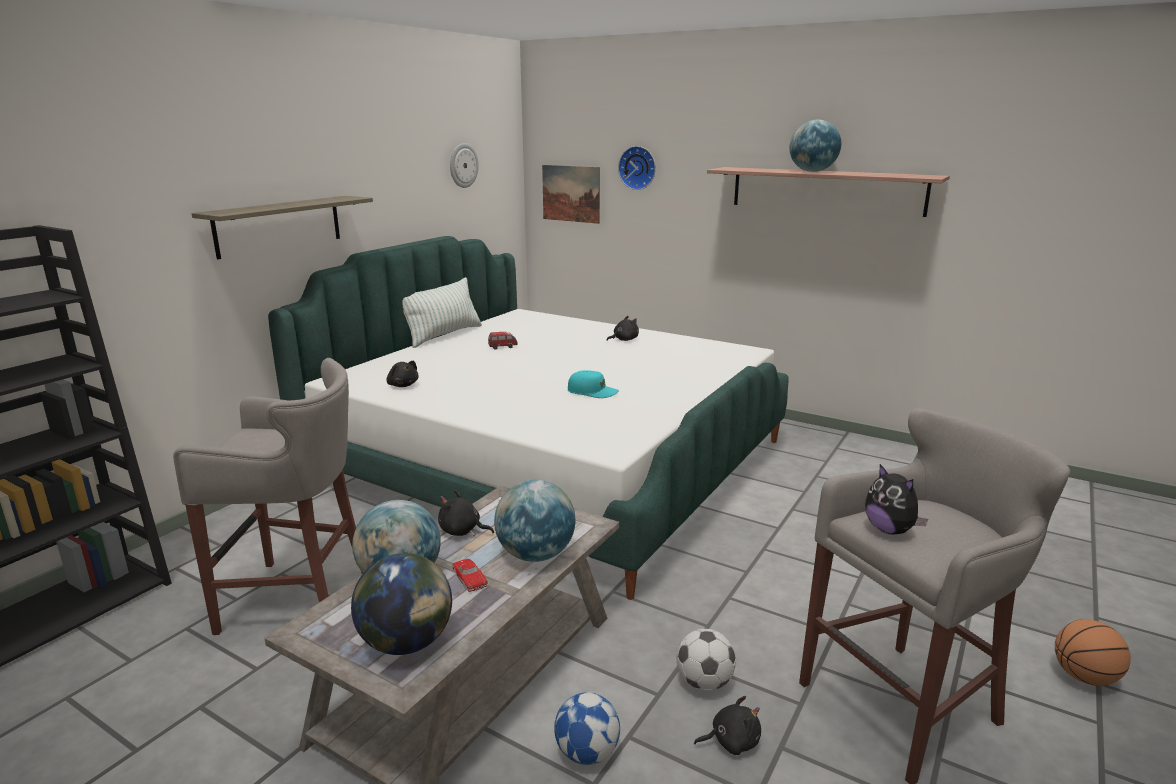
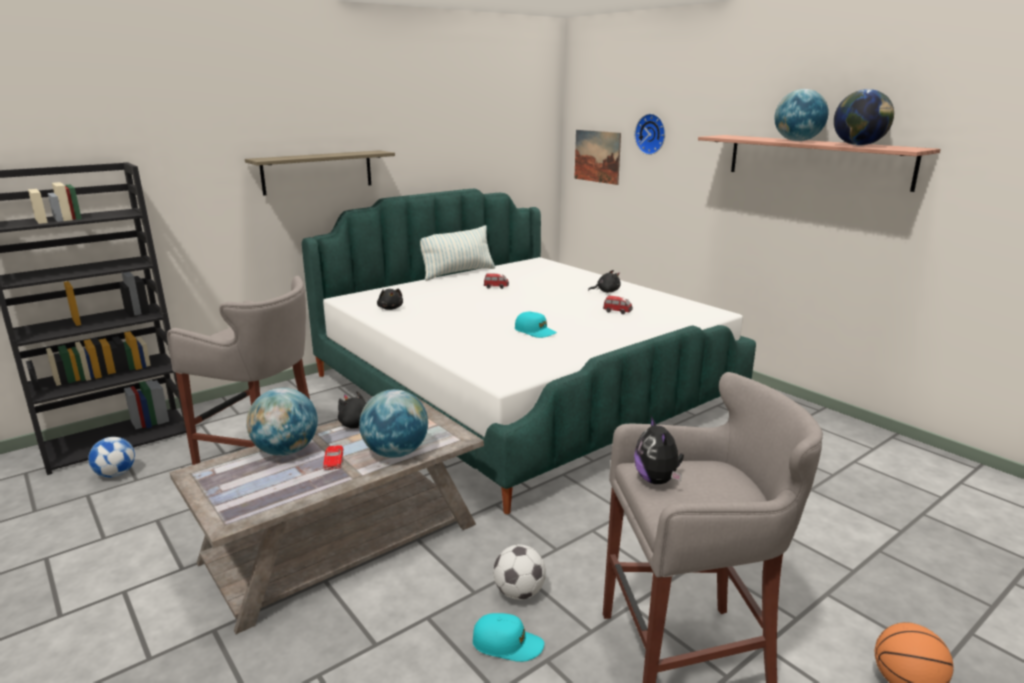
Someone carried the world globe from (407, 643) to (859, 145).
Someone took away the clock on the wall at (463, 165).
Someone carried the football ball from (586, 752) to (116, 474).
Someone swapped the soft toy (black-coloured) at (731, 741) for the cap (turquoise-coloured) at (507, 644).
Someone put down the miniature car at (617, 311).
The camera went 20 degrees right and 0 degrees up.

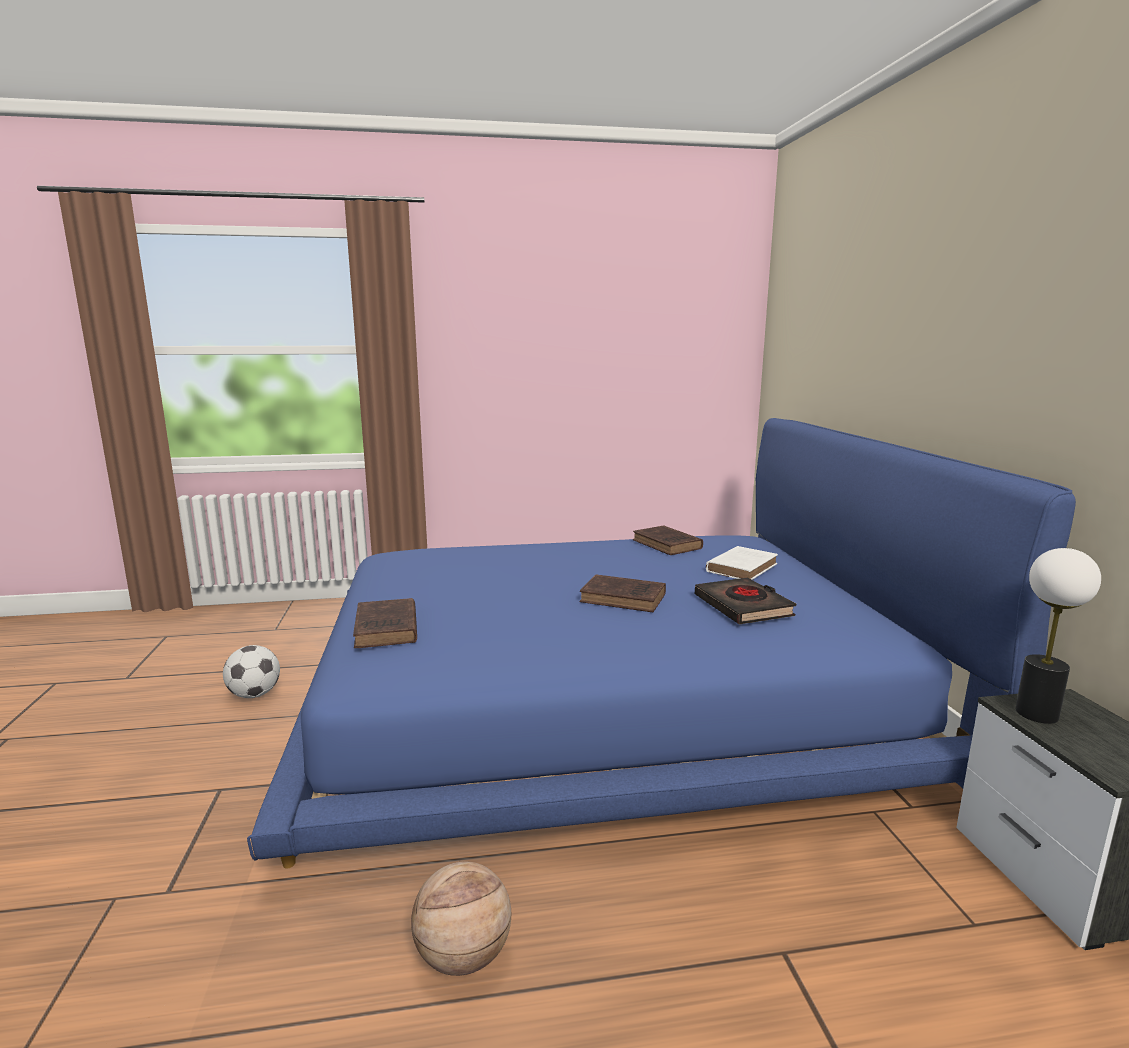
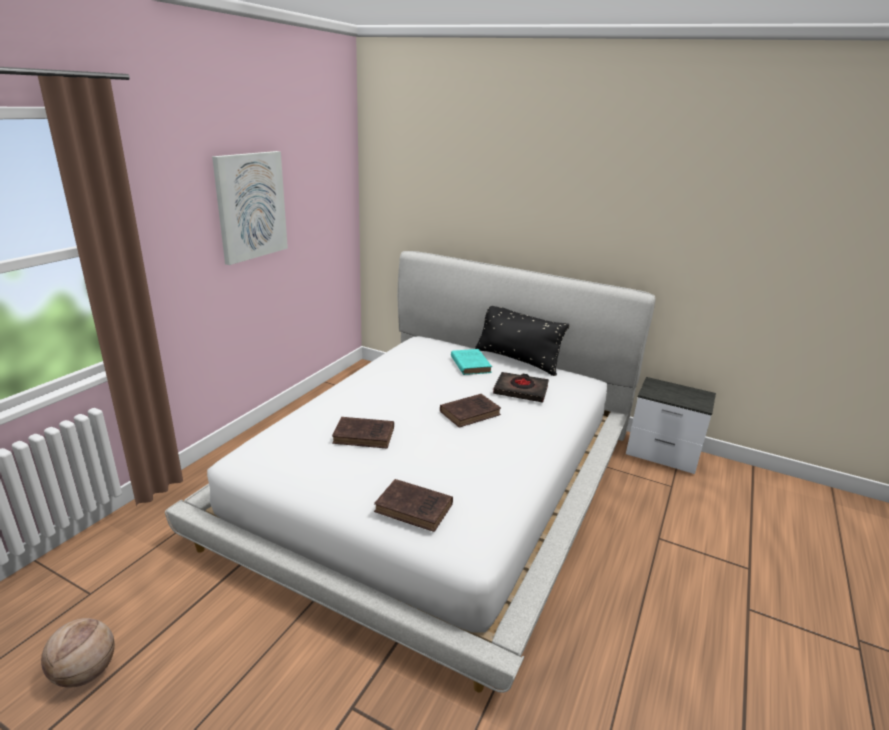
Someone took away the football ball at (254, 694).
Someone repainted the bed (blue-coloured) at (610, 699), which became the bed (white) at (439, 479).
Someone carried the basketball ball from (464, 956) to (86, 672).
Someone carried the book (brown-coloured) from (668, 545) to (365, 436).
Someone repainted the book (white) at (742, 567), which became the book (turquoise-coloured) at (470, 364).
Someone took away the lamp for a table at (1036, 714).
Someone put up the wall art at (251, 206).
Someone put down the pillow (black-coloured) at (517, 360).
The camera went 55 degrees left and 10 degrees up.

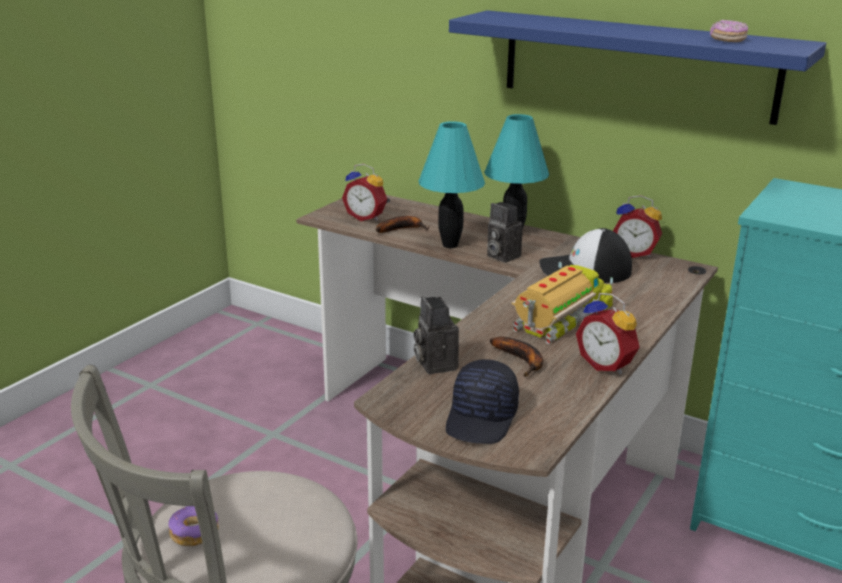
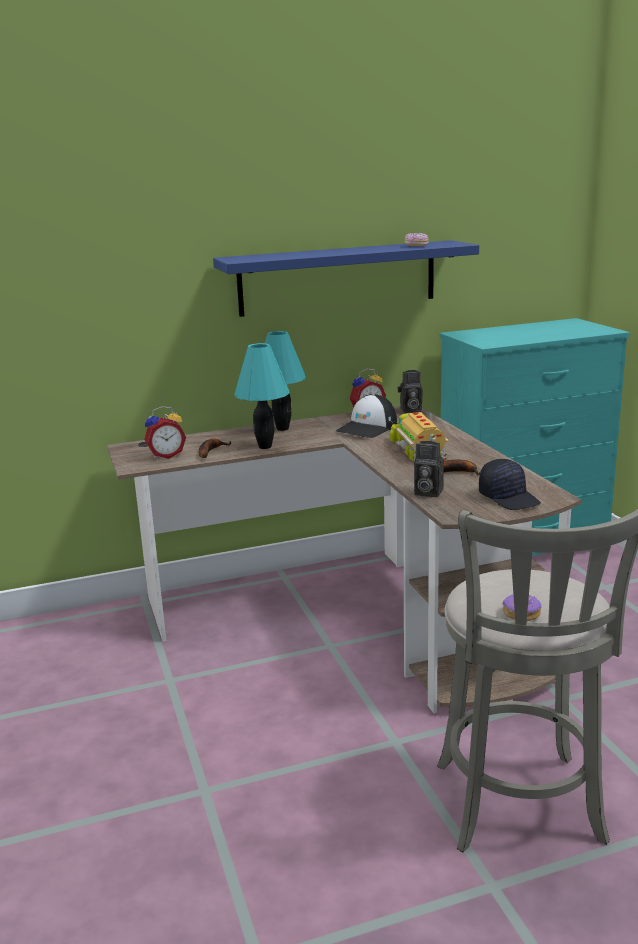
Someone carried the photo camera from (501, 256) to (410, 410).
Someone took away the alarm clock at (607, 365).
The camera went 50 degrees left and 5 degrees down.

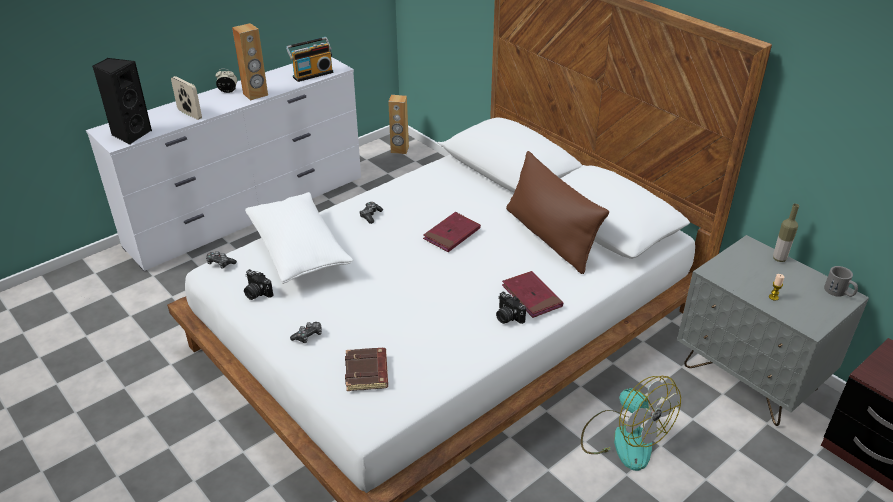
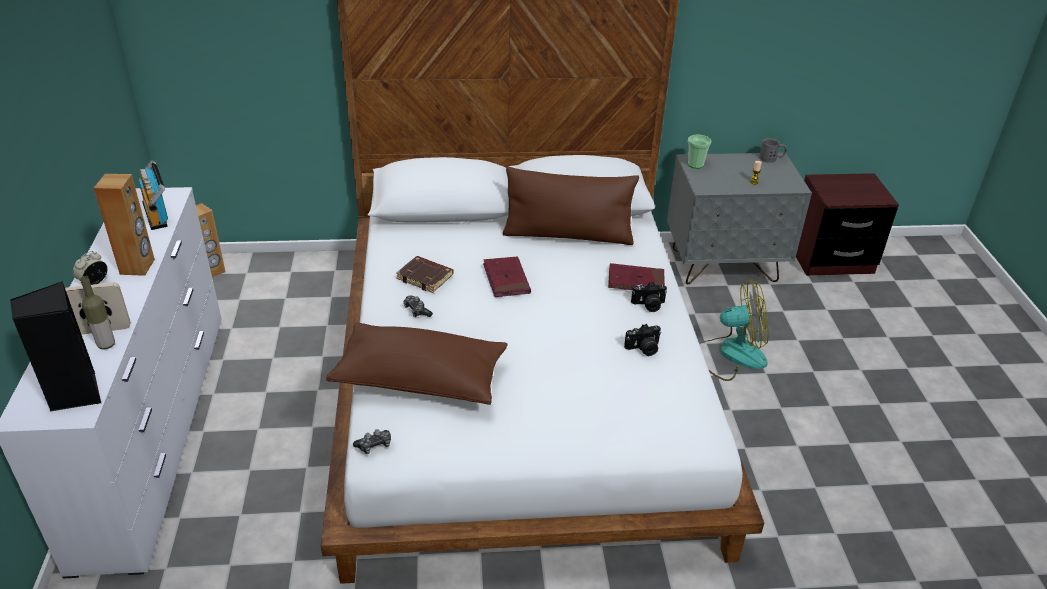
Someone carried the photo camera from (256, 293) to (643, 349).
Someone repainted the pillow (white) at (299, 250), which became the pillow (brown-coloured) at (420, 379).
Someone rotated the radio set at (312, 74) by 150 degrees clockwise.
Someone took away the gamepad at (308, 336).
Someone carried the book (brown-coloured) from (367, 373) to (426, 277).
Someone carried the bottle from (779, 258) to (106, 345).
Someone put down the drinking cup at (695, 164).
The camera went 55 degrees left and 0 degrees up.

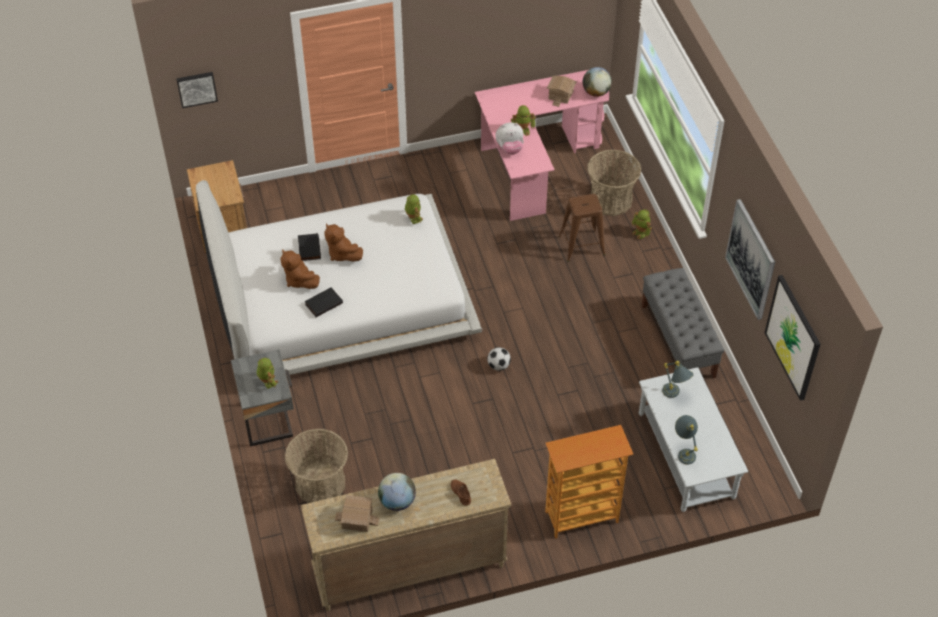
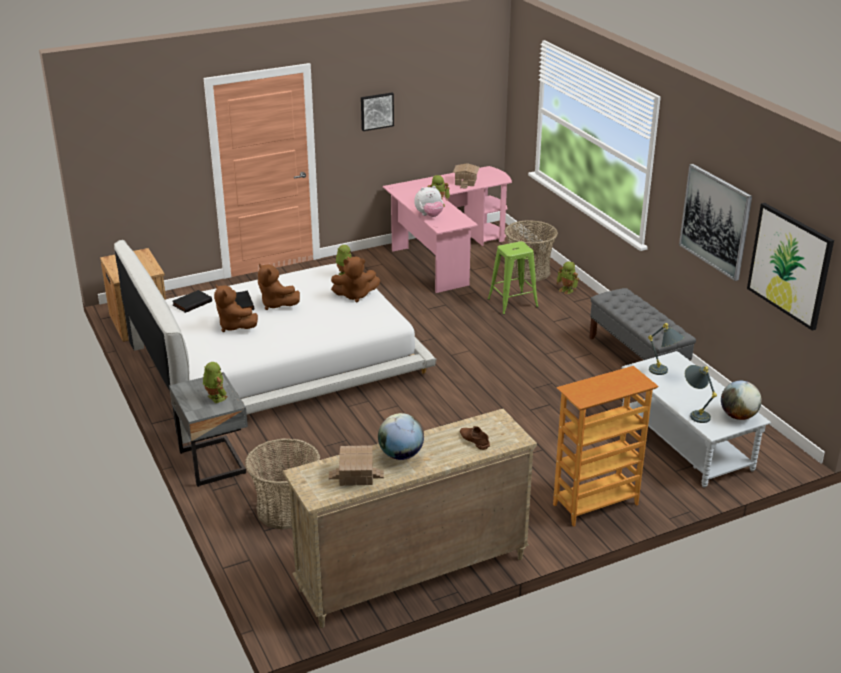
Someone carried the wall art from (196, 88) to (376, 111).
Someone carried the book (black-coloured) from (323, 303) to (192, 303).
Someone took away the football ball at (498, 366).
Someone repainted the sitting stool (brown-coloured) at (582, 245), which became the sitting stool (green-coloured) at (513, 303).
Someone carried the world globe from (596, 92) to (738, 416).
Someone put down the soft toy (brown-coloured) at (355, 295).
The camera went 10 degrees left and 20 degrees down.

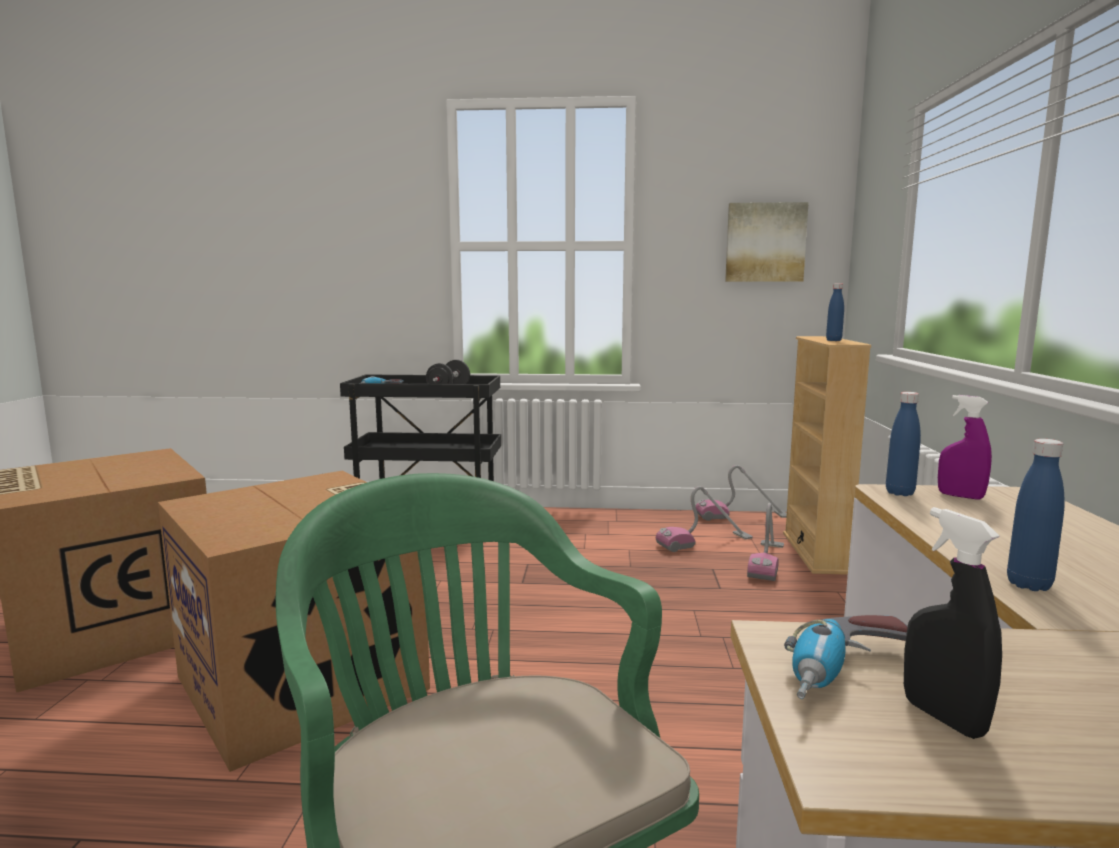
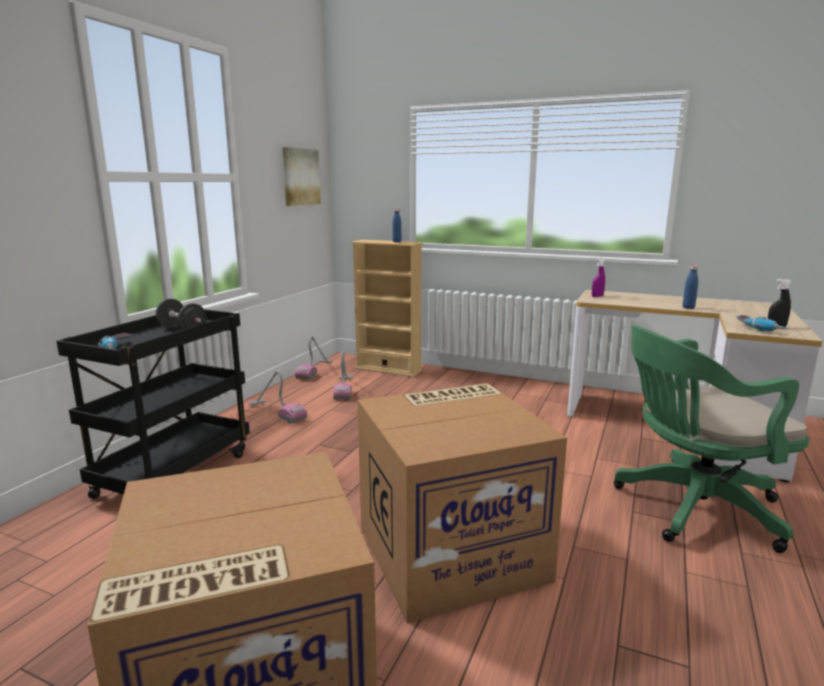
Someone carried the hoover from (767, 561) to (276, 411).
Someone took away the bottle (blue-coloured) at (899, 493).
The camera went 70 degrees left and 5 degrees up.

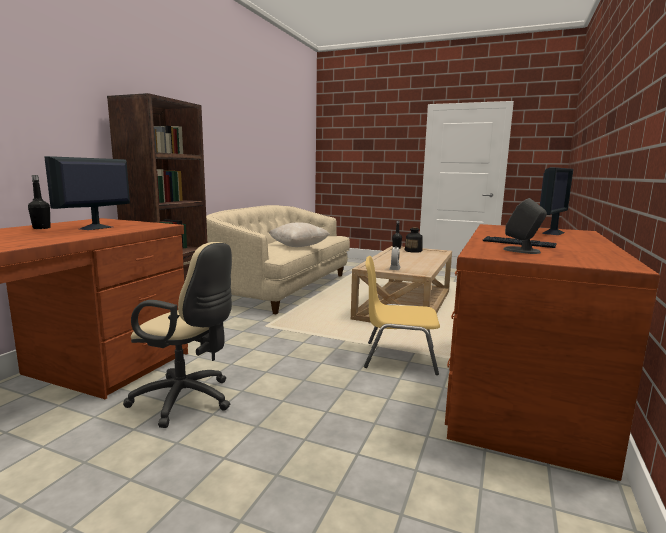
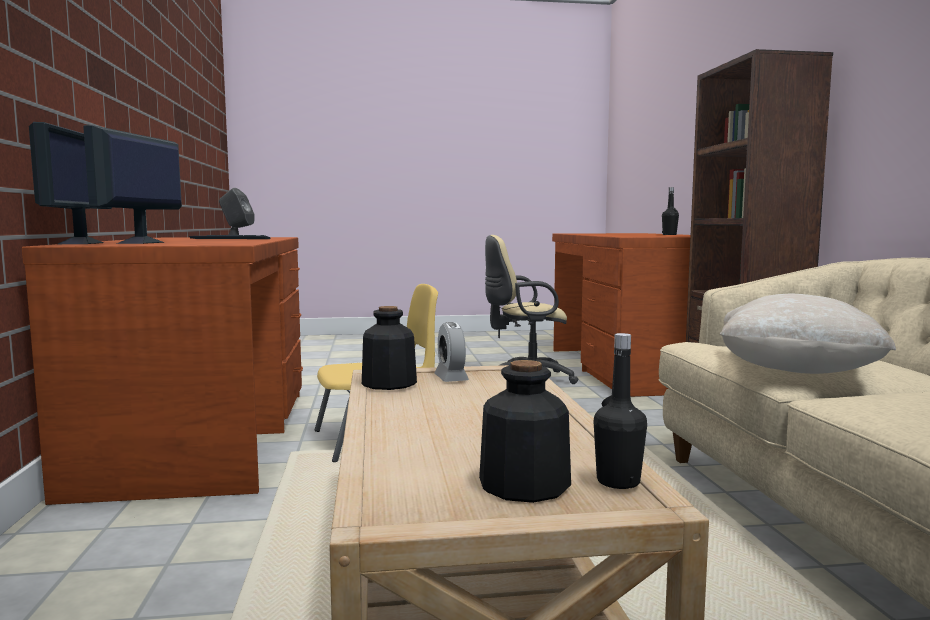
Someone carried the computer display from (95, 228) to (81, 243).
Someone put down the bottle at (388, 383).
The camera went 150 degrees right and 5 degrees down.

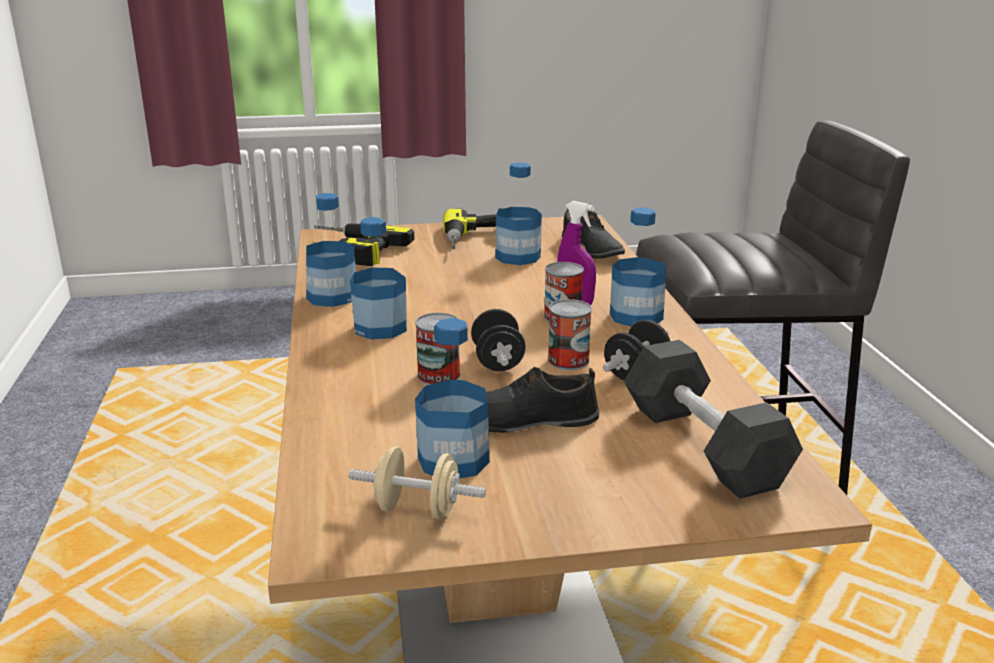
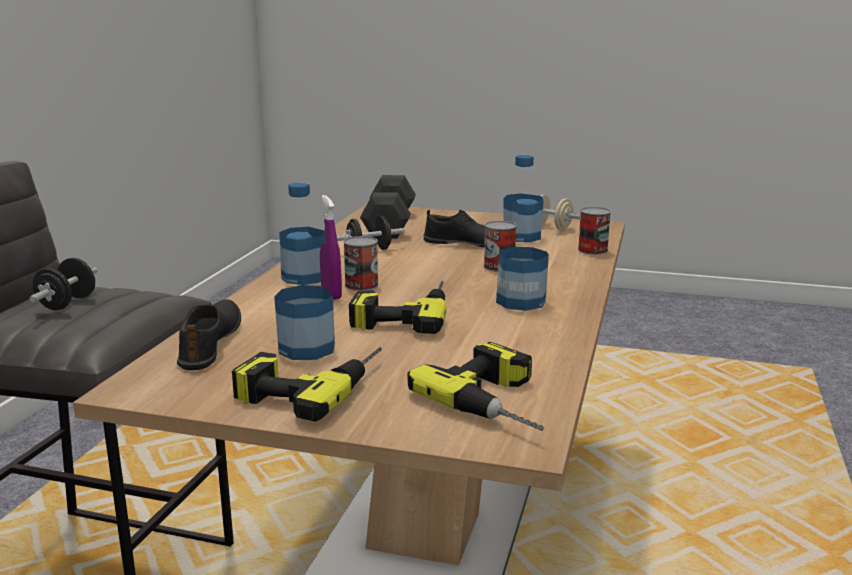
Someone took away the bottle at (332, 297).
Someone carried the dumbbell (black-coloured) from (497, 361) to (67, 303).
Someone carried the sealed can from (568, 361) to (592, 250).
Someone put down the drill at (403, 312).
The camera went 155 degrees left and 5 degrees down.

